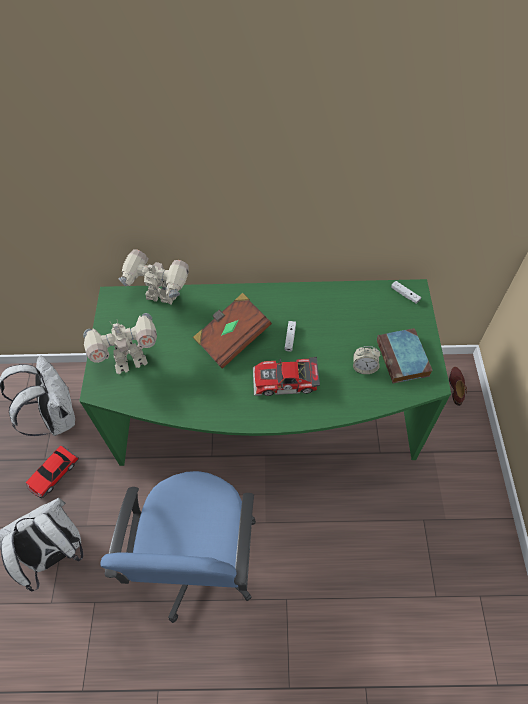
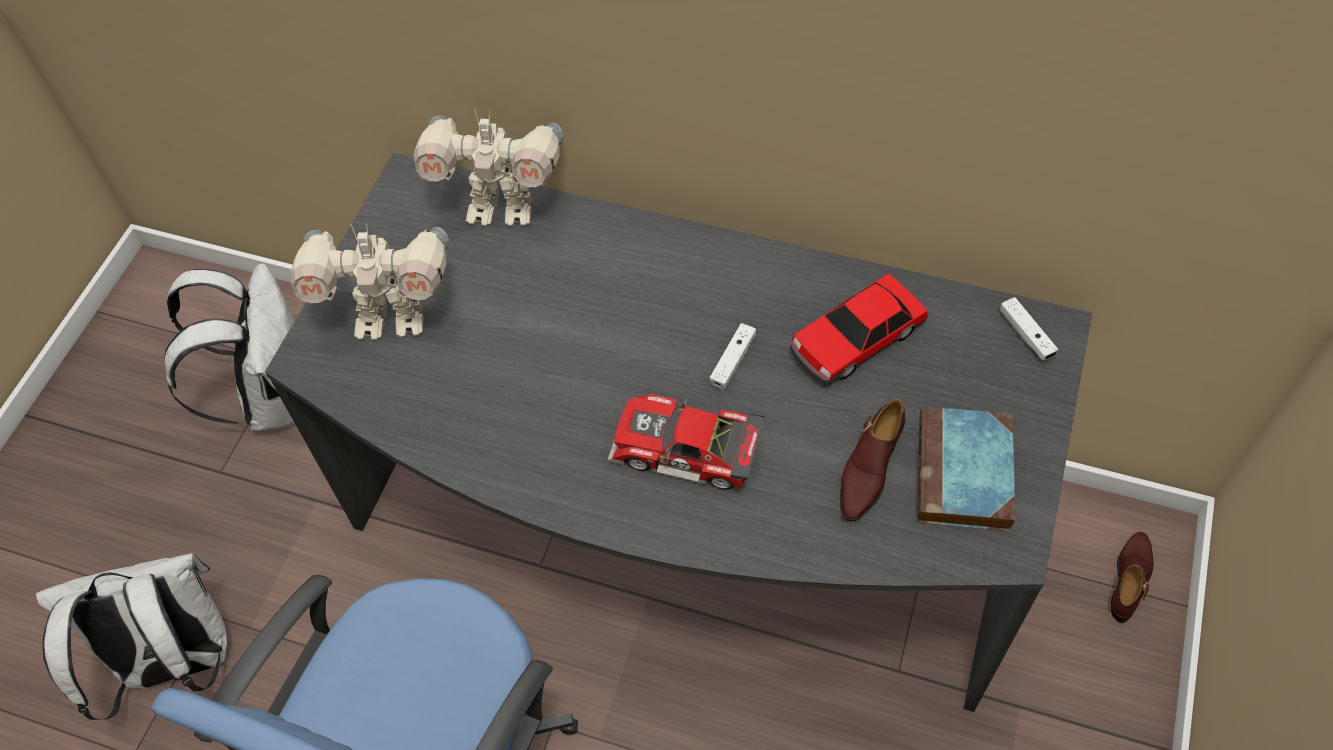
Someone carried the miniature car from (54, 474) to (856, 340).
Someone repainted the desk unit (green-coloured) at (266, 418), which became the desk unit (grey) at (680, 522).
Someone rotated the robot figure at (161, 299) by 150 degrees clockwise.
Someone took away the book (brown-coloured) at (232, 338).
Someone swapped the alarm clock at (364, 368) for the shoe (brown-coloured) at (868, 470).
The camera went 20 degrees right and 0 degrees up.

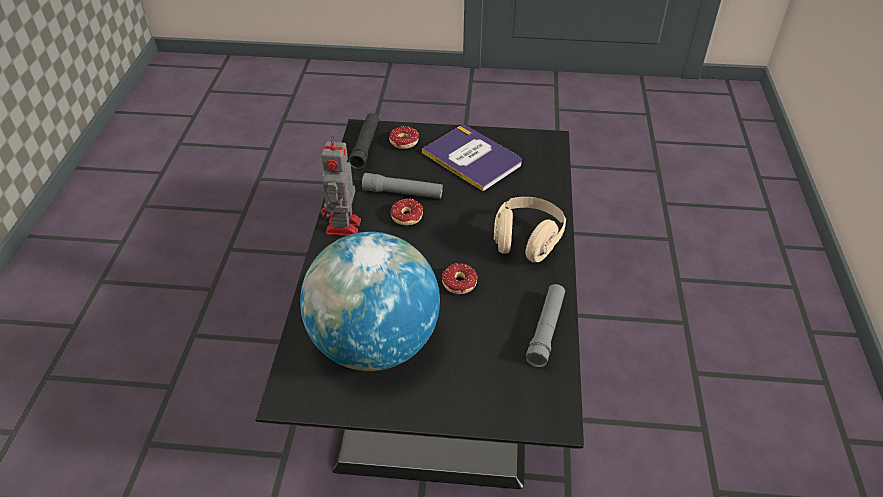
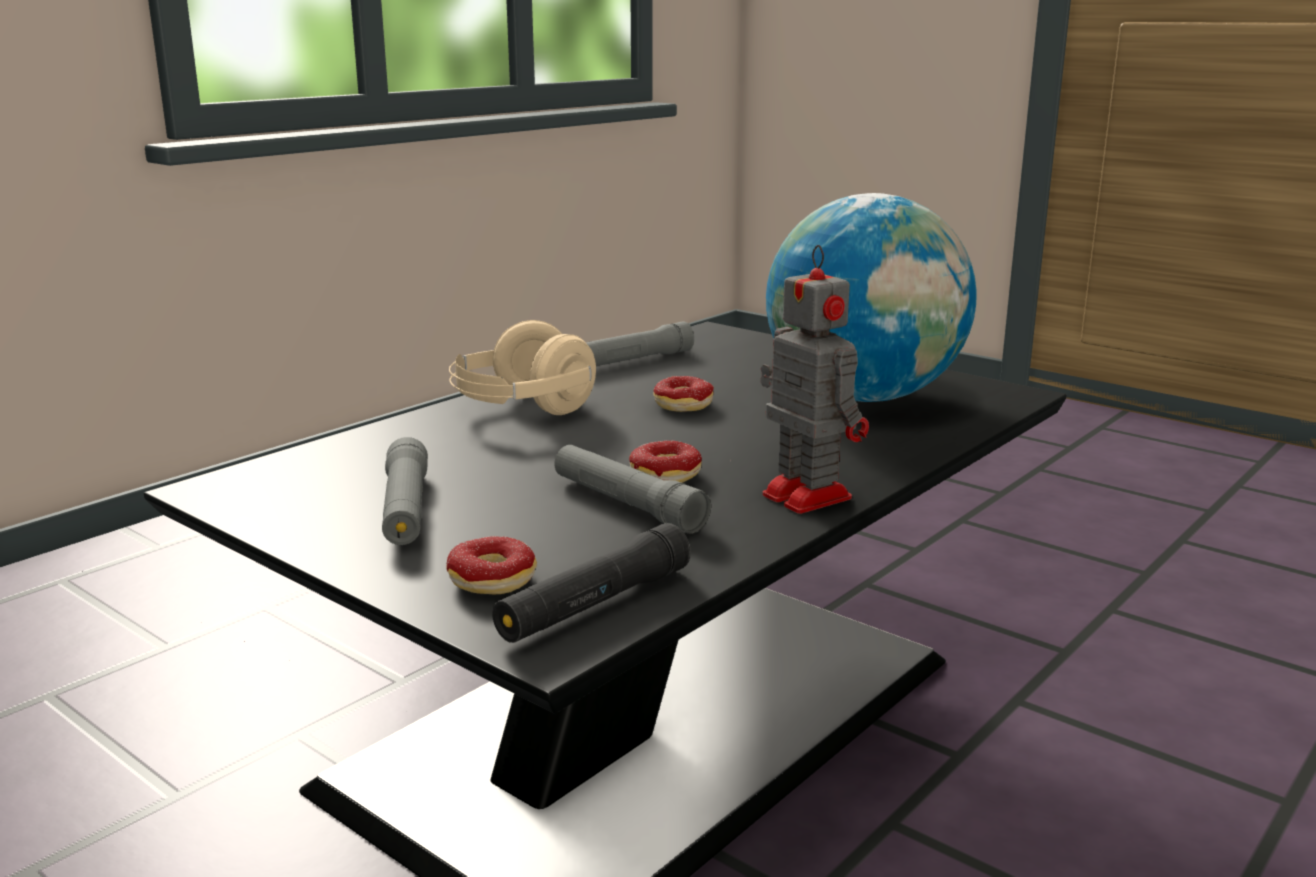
Someone rotated the robot figure at (343, 228) by 75 degrees counterclockwise.
Someone swapped the book at (472, 158) for the flashlight (grey) at (406, 509).
The camera went 145 degrees left and 25 degrees down.

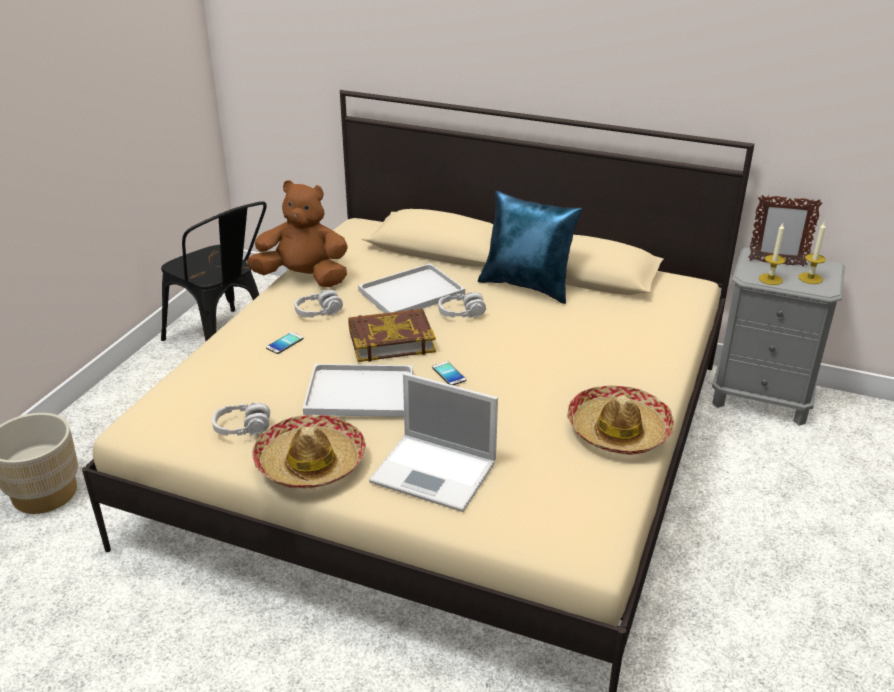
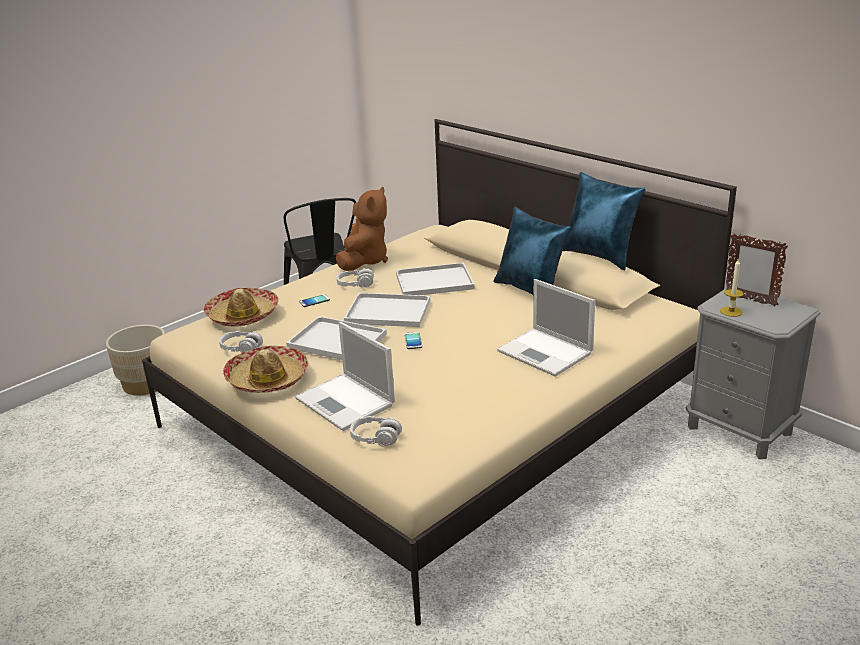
Someone rotated the soft toy (brown-coloured) at (303, 278) by 75 degrees clockwise.
Someone swapped the book at (391, 340) for the carrying tray (white) at (390, 311).
Someone carried the headset (grey) from (461, 313) to (376, 438).
Someone carried the clothing hat from (618, 430) to (243, 315).
Someone took away the candle at (810, 278).
Someone put down the laptop at (546, 353).
Someone put down the pillow (blue-coloured) at (600, 255).
The camera went 25 degrees right and 5 degrees down.

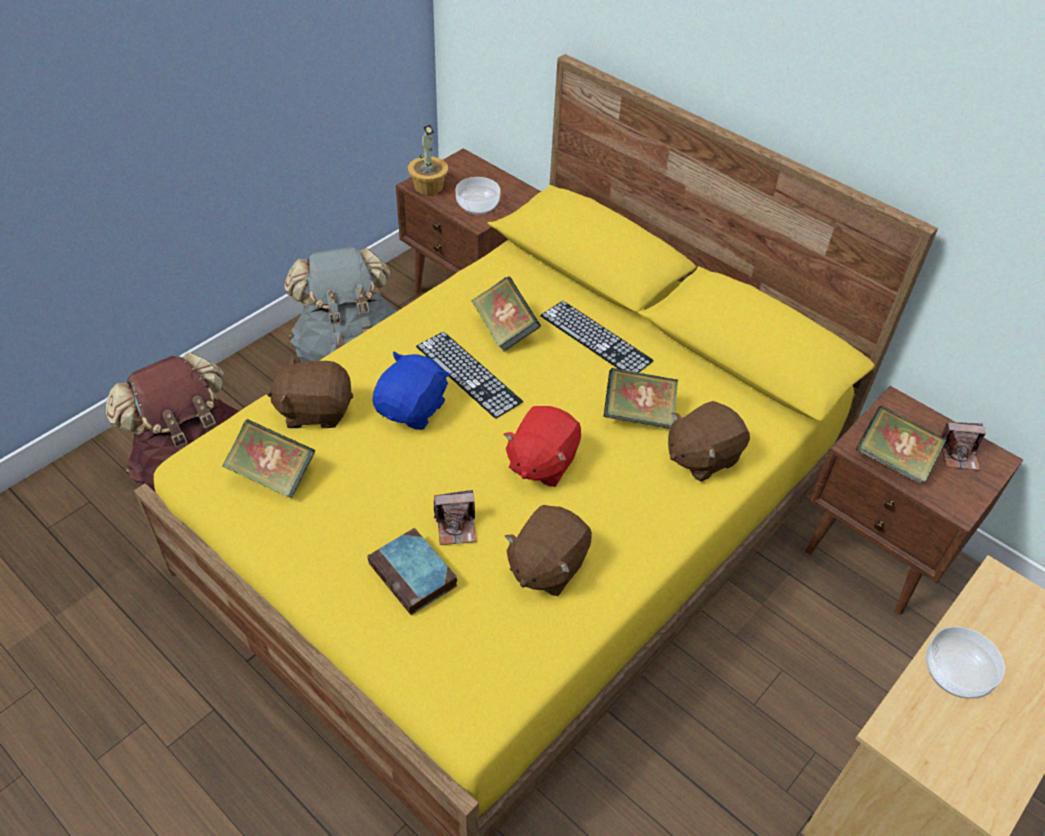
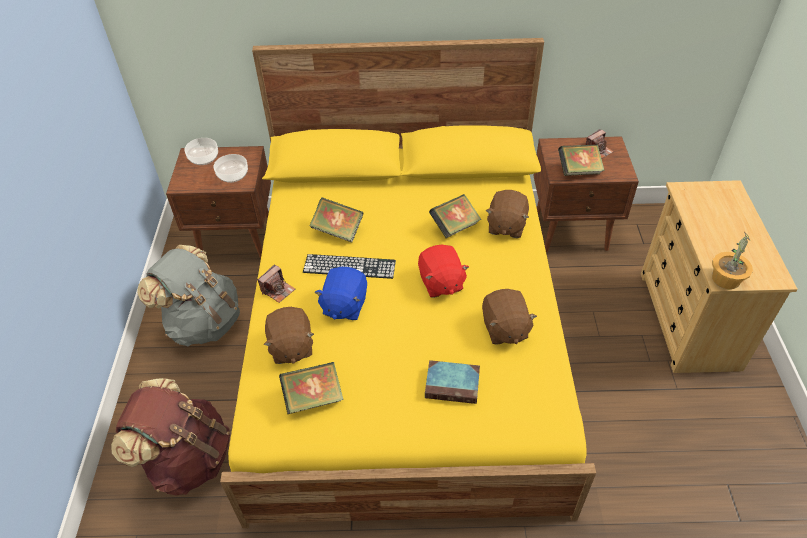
Someone rotated the soft toy (brown-coloured) at (315, 411) by 60 degrees counterclockwise.
Someone rotated the soft toy (blue-coloured) at (412, 409) by 150 degrees counterclockwise.
Someone carried the plant in a pot from (428, 186) to (725, 279).
Someone carried the photo camera from (456, 527) to (278, 290).
Someone took away the PC keyboard at (596, 338).
Someone carried the bowl from (955, 673) to (203, 158).
The camera went 40 degrees left and 0 degrees up.

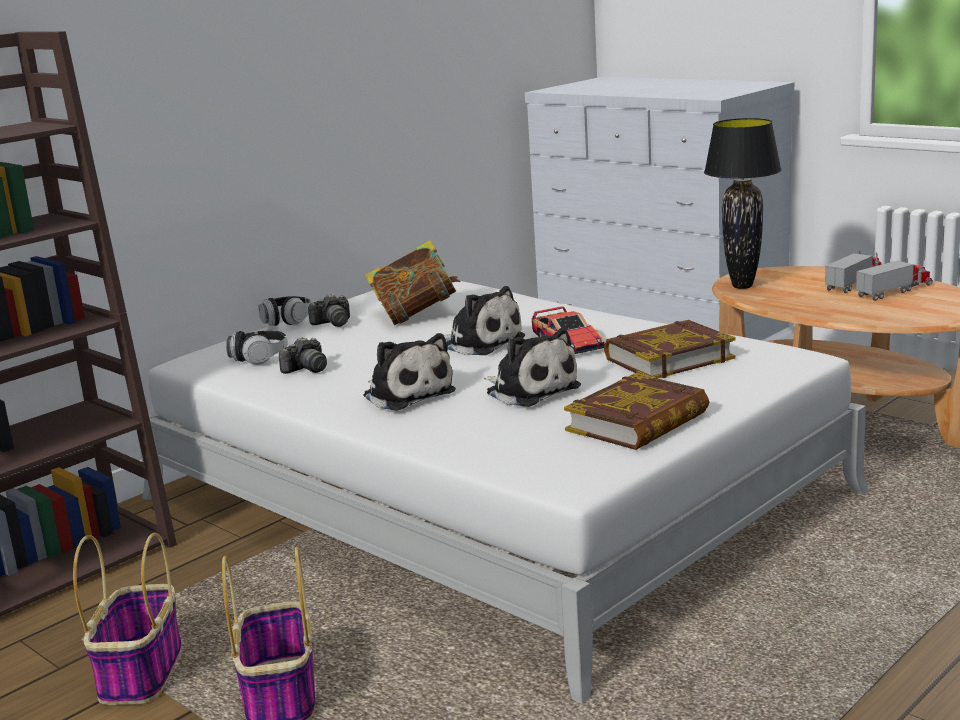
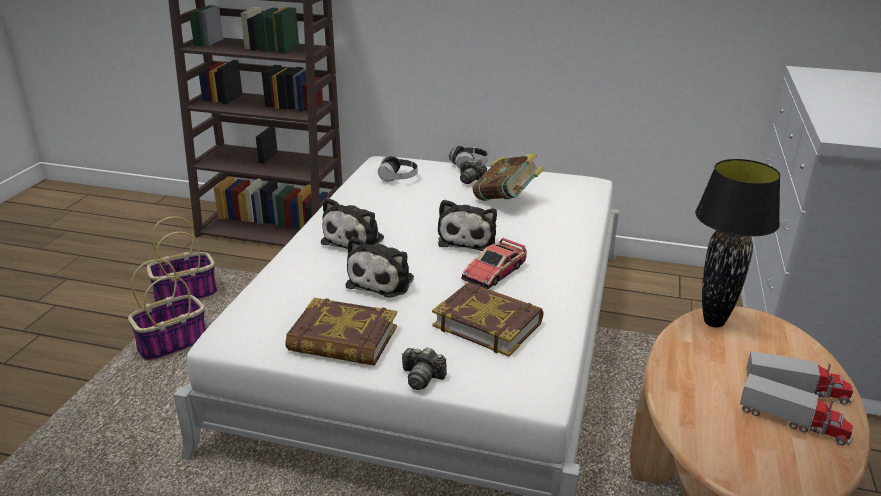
Someone carried the photo camera from (306, 369) to (422, 377).
The camera went 60 degrees right and 10 degrees up.

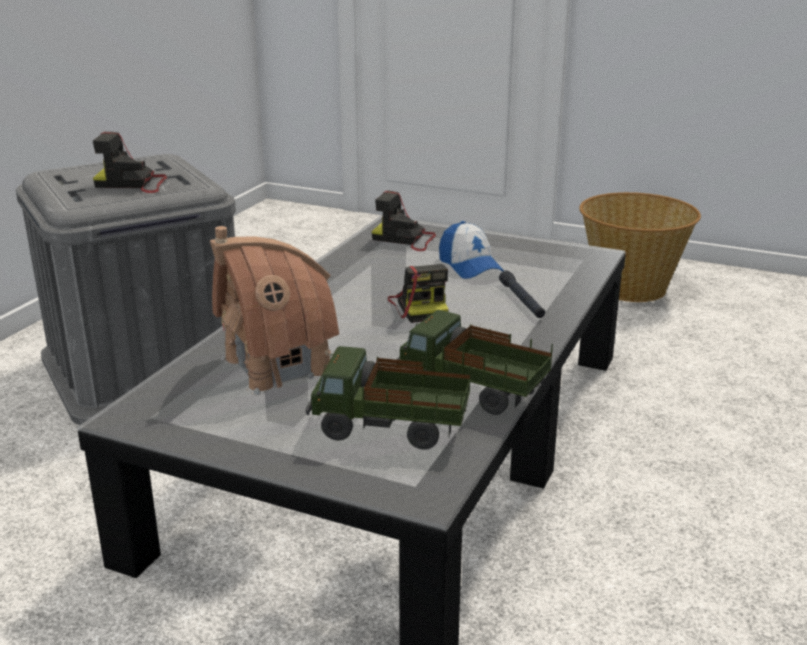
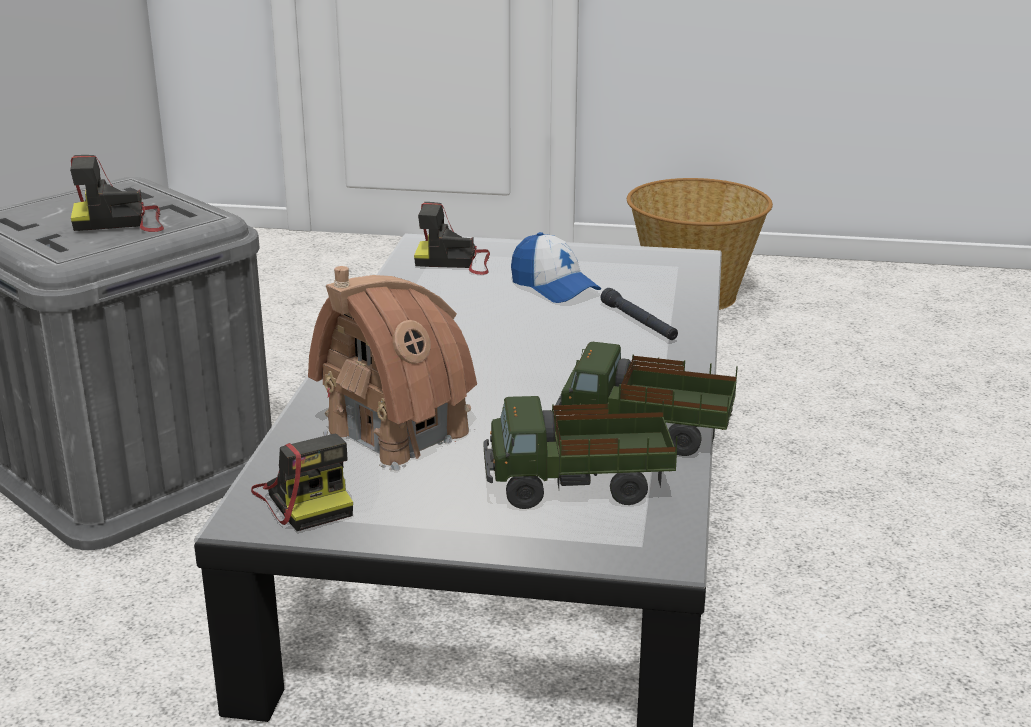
Someone carried the photo camera from (420, 307) to (306, 499).
The camera went 15 degrees left and 0 degrees up.

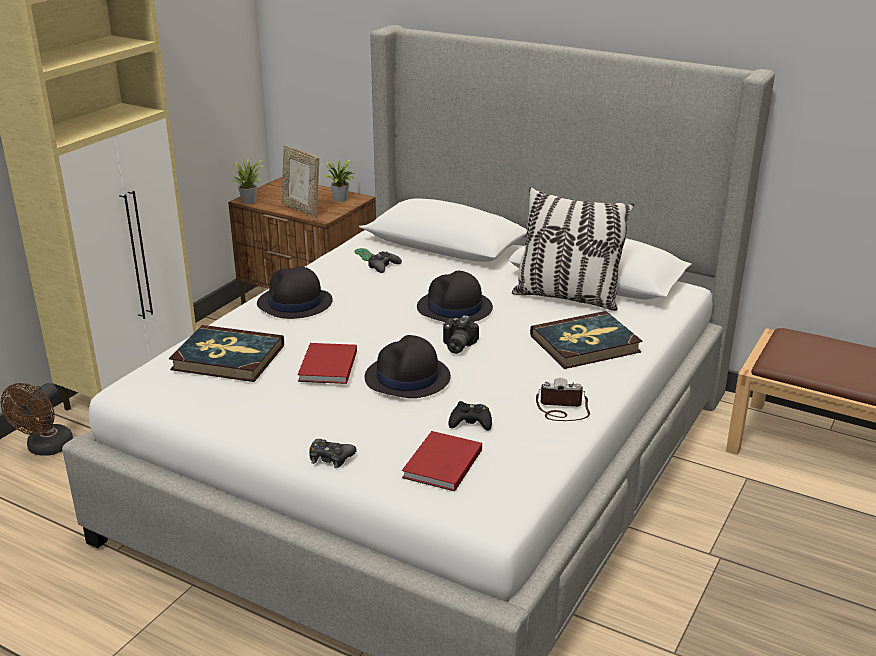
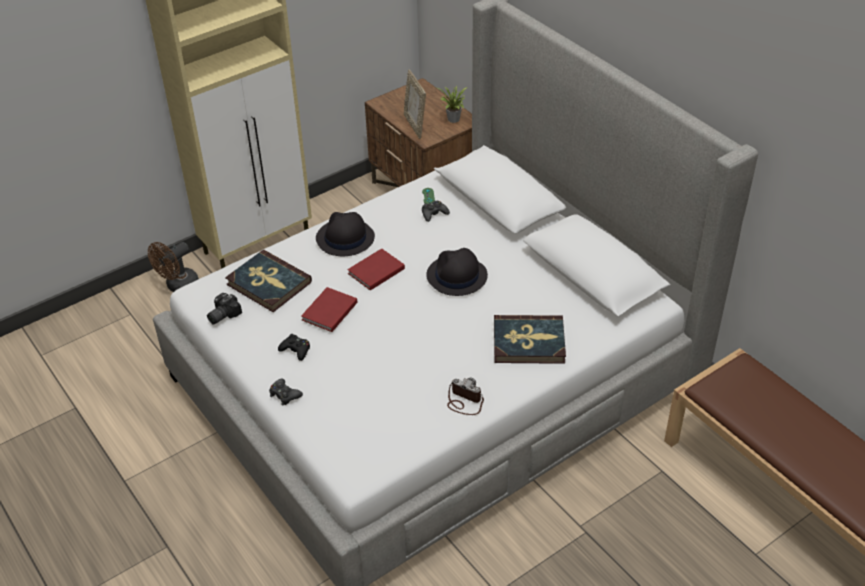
Someone took away the plant in a pot at (249, 200).
Someone took away the clothing hat (black-coloured) at (407, 378).
Someone carried the book (reddish) from (440, 465) to (374, 271).
Someone carried the photo camera from (456, 345) to (222, 315).
Someone carried the gamepad (black-coloured) from (470, 423) to (296, 350).
Someone took away the pillow at (567, 297).
The camera went 25 degrees right and 15 degrees up.

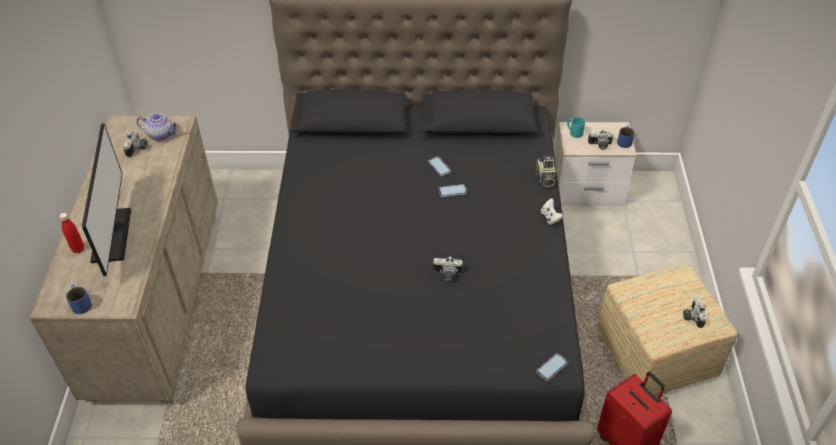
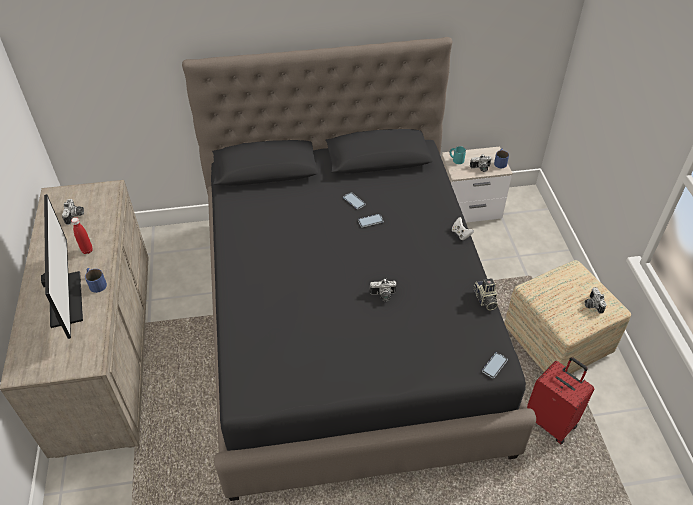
Someone carried the bottle (reddish) from (78, 249) to (87, 250).
Someone carried the mug (blue-coloured) from (80, 302) to (96, 283).
Someone took away the tea pot at (161, 134).
Someone carried the photo camera from (544, 178) to (484, 300).
The camera went 10 degrees left and 0 degrees up.

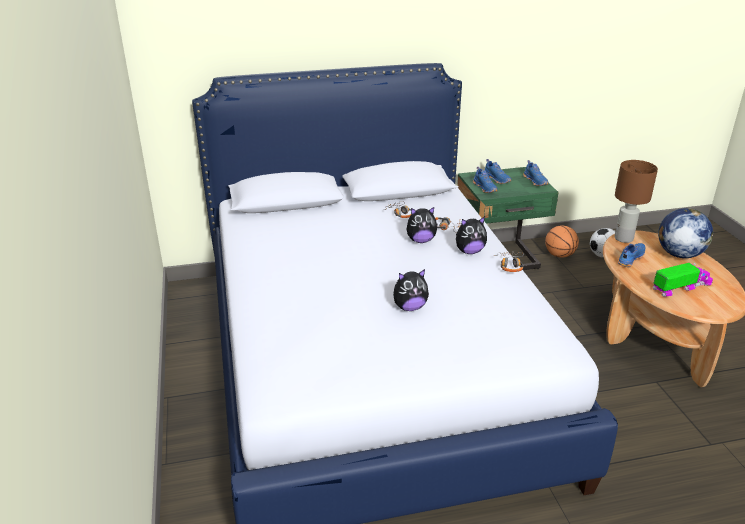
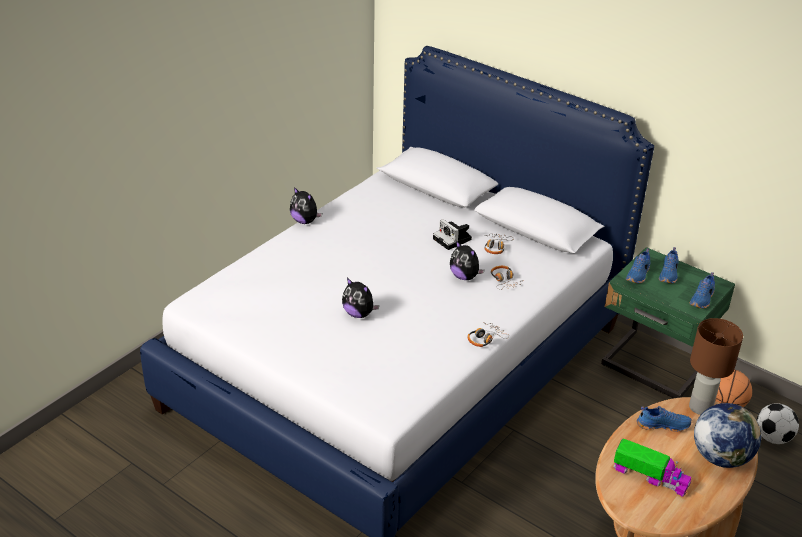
Someone carried the soft toy from (469, 251) to (305, 221).
Someone put down the photo camera at (453, 240).
The camera went 50 degrees right and 5 degrees up.

